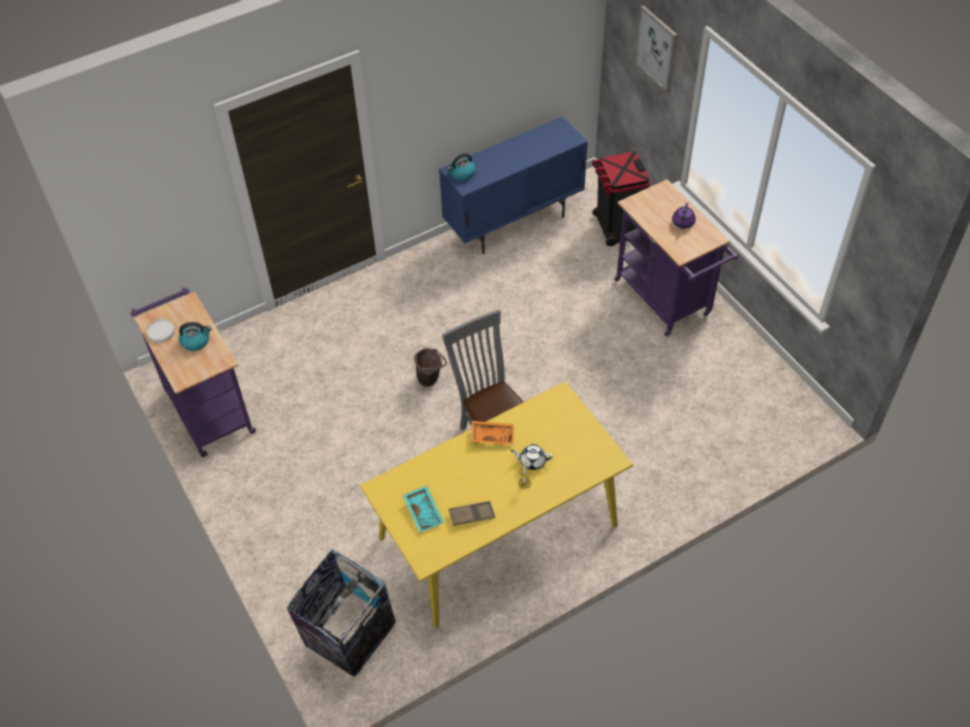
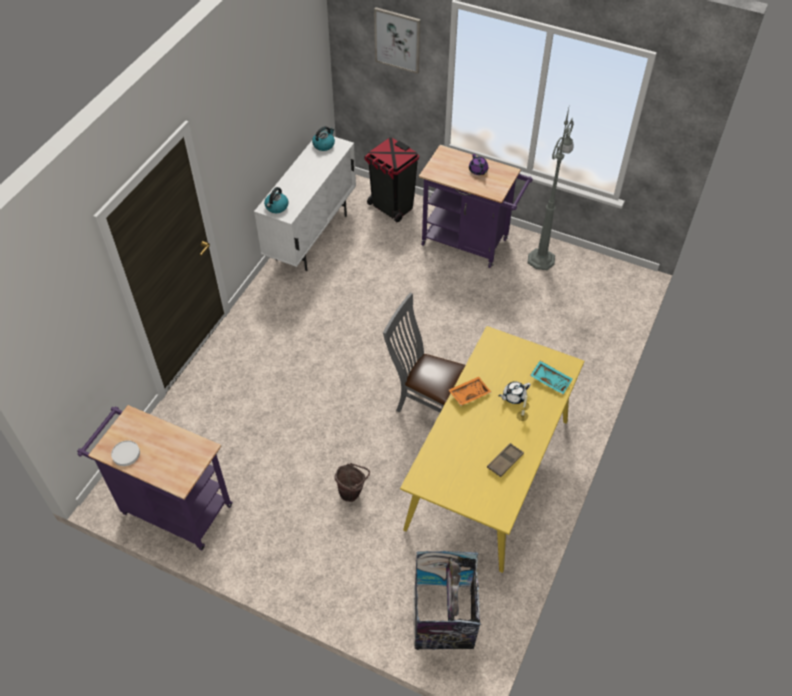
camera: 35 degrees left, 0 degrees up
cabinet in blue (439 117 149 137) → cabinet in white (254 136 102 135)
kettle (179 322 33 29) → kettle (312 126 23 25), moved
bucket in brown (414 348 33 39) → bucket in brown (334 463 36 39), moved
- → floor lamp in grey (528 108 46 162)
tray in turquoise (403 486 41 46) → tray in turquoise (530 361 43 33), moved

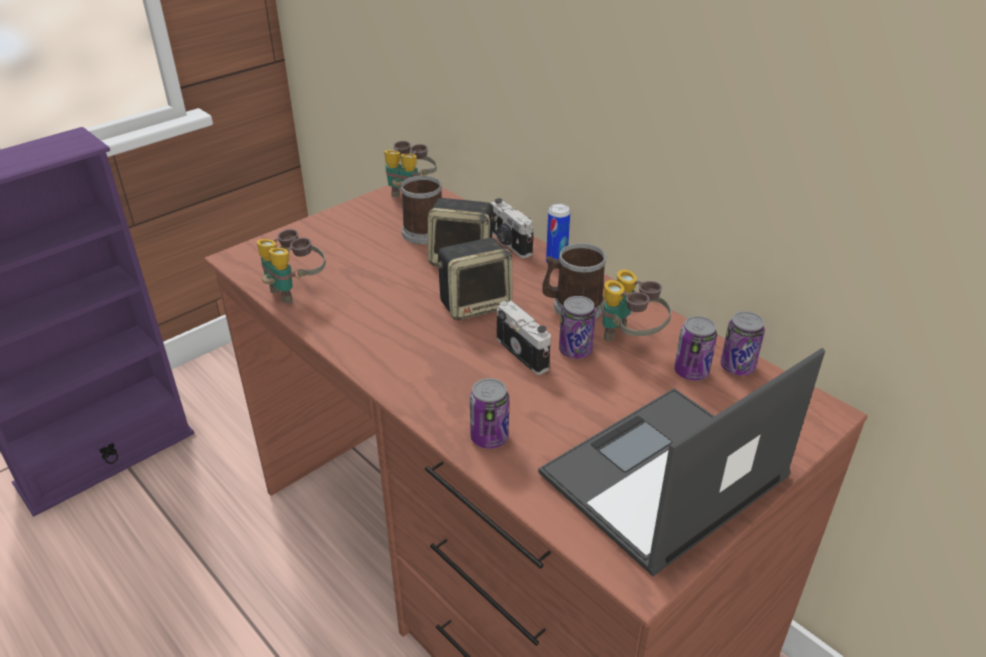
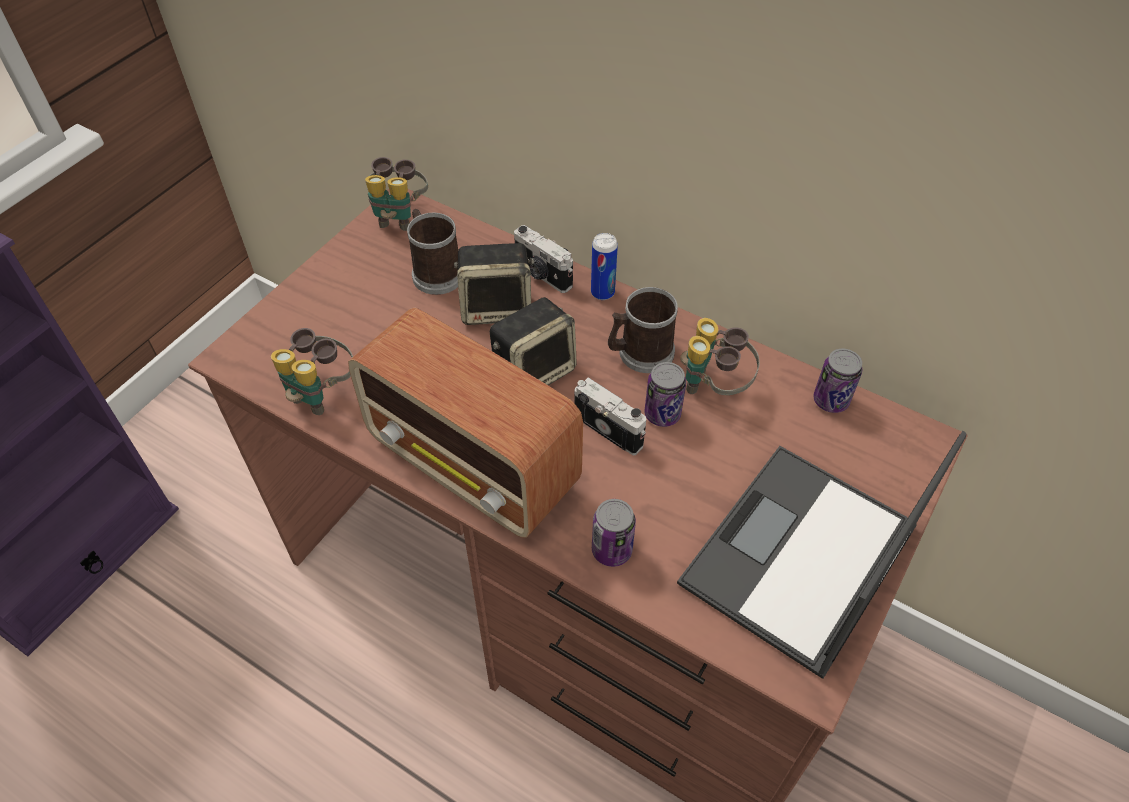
camera: 15 degrees left, 15 degrees up
- → radio (348 308 235 230)
can (674 316 43 65) → -

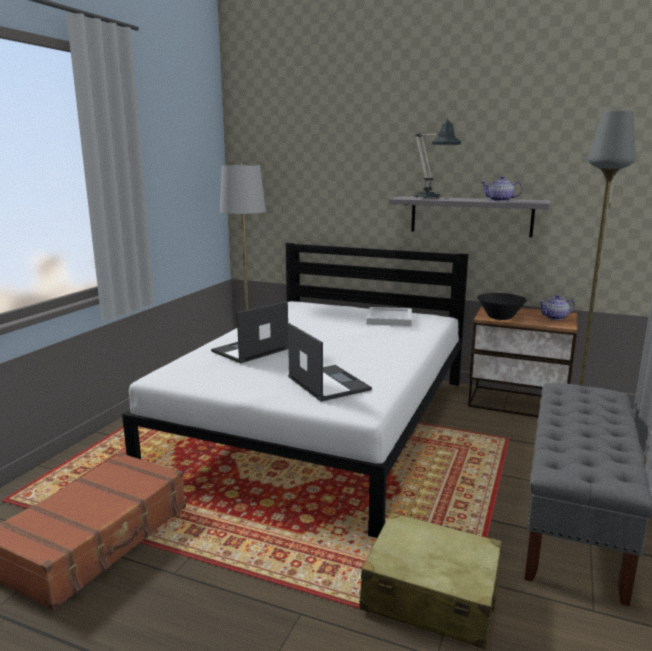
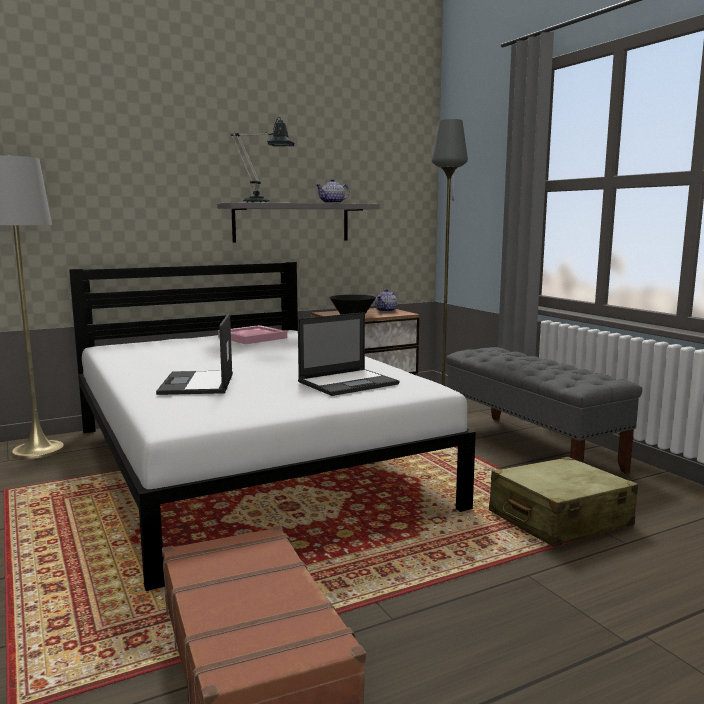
camera: 50 degrees left, 5 degrees down
tray in white (366 307 46 19) → tray in pink (218 325 69 19)
laptop (288 323 84 79) → laptop (298 312 102 84), 135 degrees clockwise

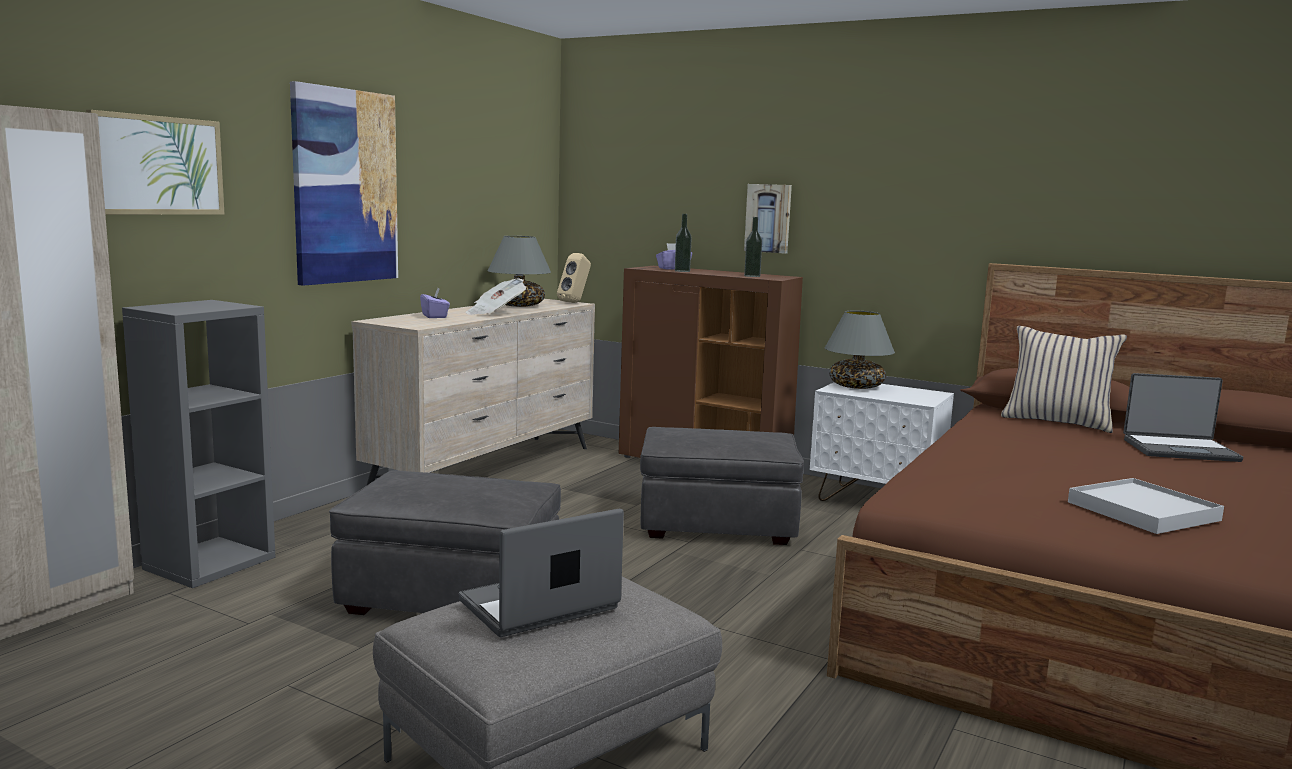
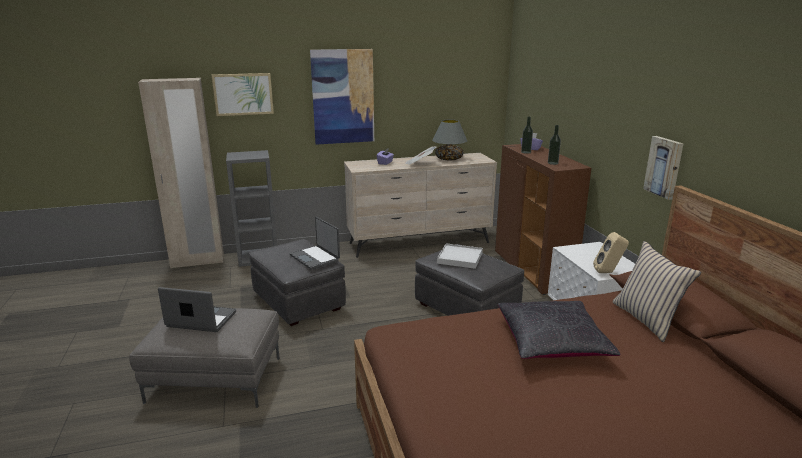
camera: 45 degrees right, 10 degrees up
laptop (1123 373 120 89) → laptop (290 217 50 53), moved
tray in white (1068 478 156 56) → tray in white (437 243 46 26), moved
- → pillow in black (498 301 122 58)
speaker in beige (557 253 34 50) → speaker in beige (593 232 36 41), moved
picture (744 184 48 70) → picture (643 136 40 64), moved
table lamp in grey (824 311 71 78) → -

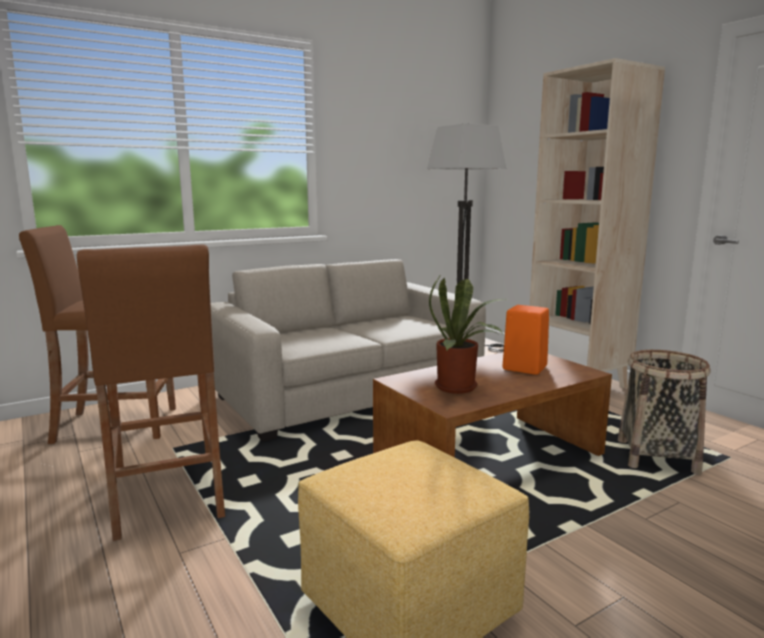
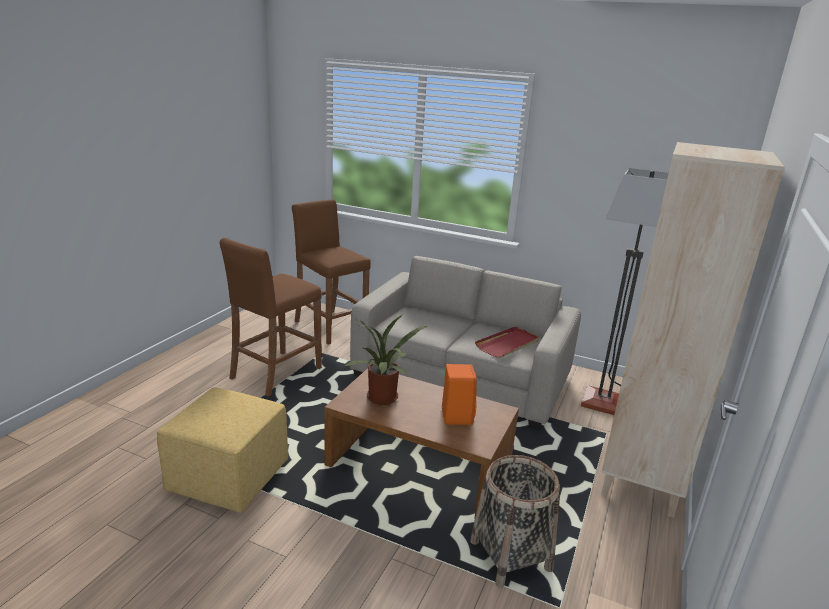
camera: 55 degrees right, 10 degrees up
- → tray in red (475 326 65 31)

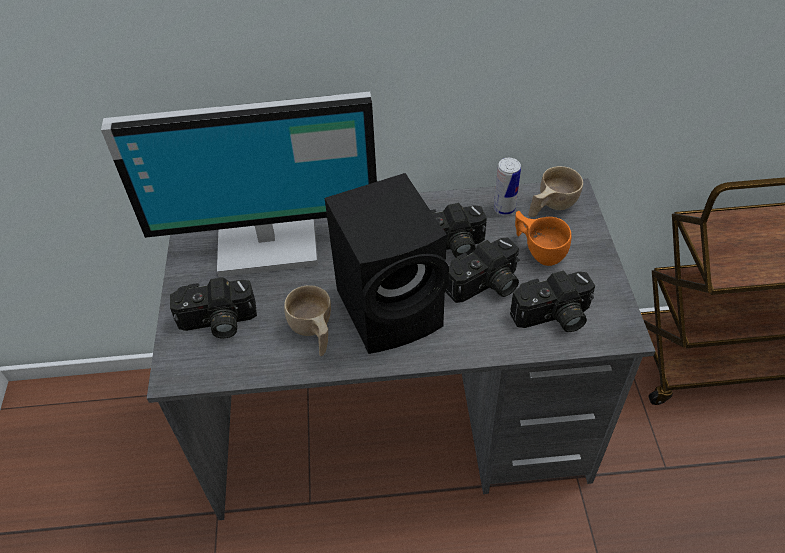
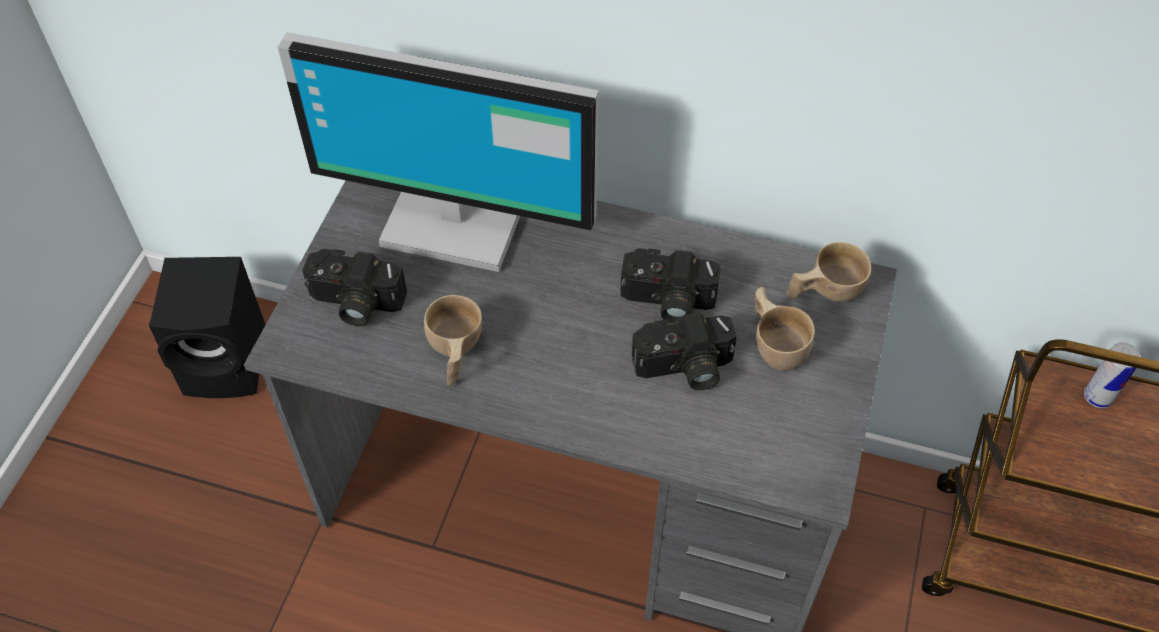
camera: 20 degrees right, 5 degrees up
speaker in black (325 173 124 181) → speaker in black (149 257 116 141), moved
cup in orange (515 211 56 55) → cup in beige (755 287 60 84)
can (494 158 27 58) → can (1084 342 57 66), moved
photo camera (510 271 85 61) → -

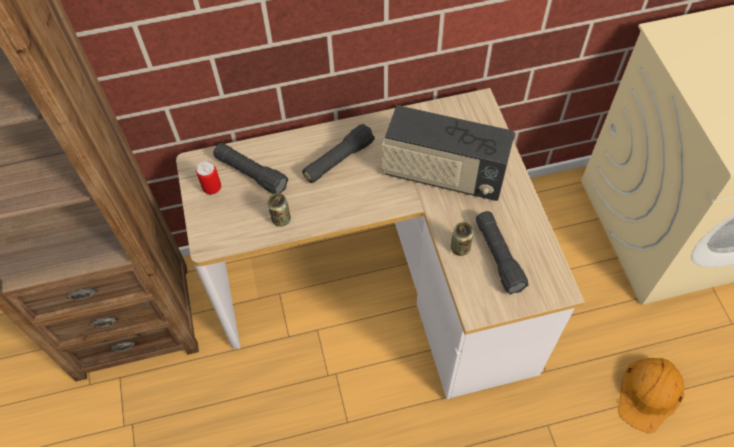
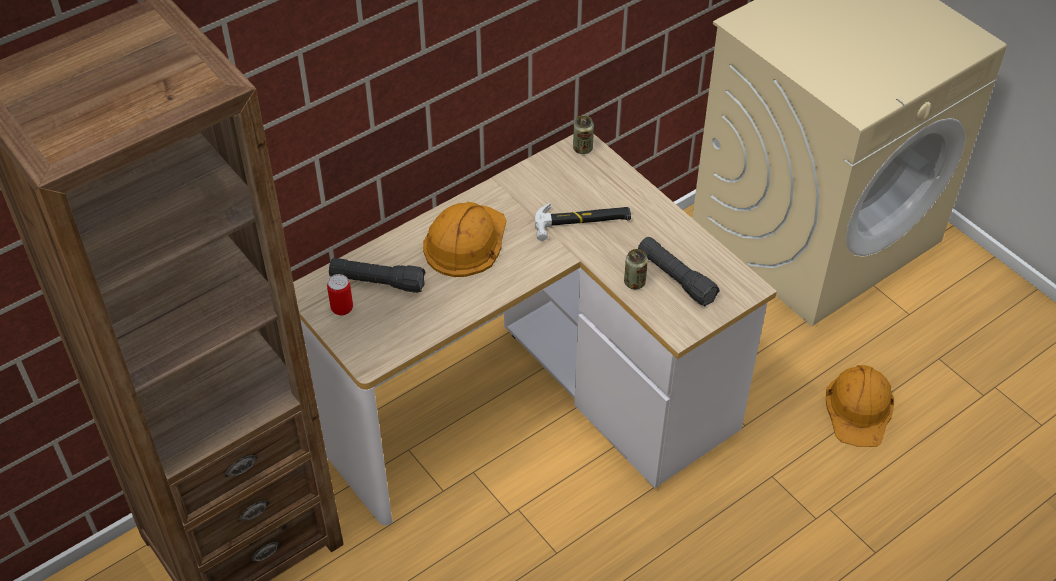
camera: 25 degrees left, 10 degrees down
flashlight in black (302 124 73 59) → hard hat in orange (423 202 84 75)
radio (382 105 133 96) → hammer (535 203 96 38)
can (268 193 23 34) → can (573 116 21 38), moved

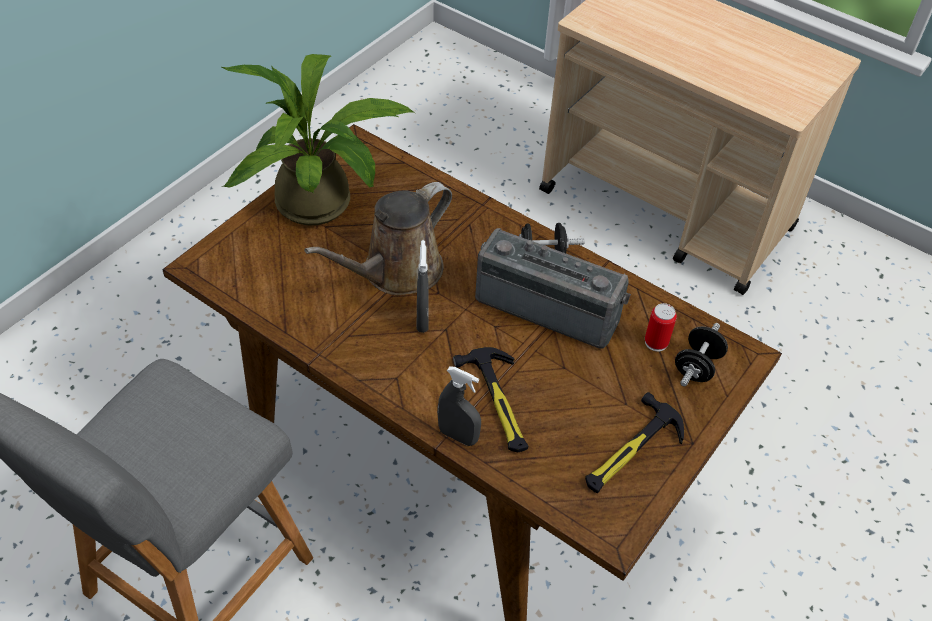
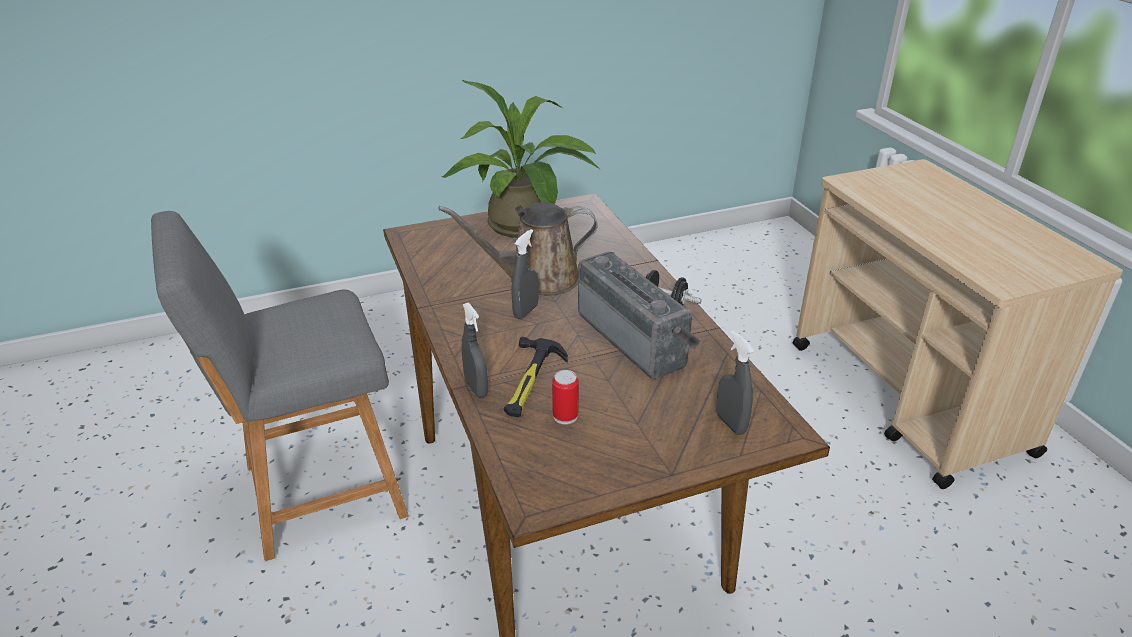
camera: 35 degrees right, 15 degrees down
can (645 303 32 49) → can (552 370 27 54), moved
dumbbell in black (675 323 53 64) → spray bottle in grey (716 330 38 105)
hammer (585 392 99 101) → -

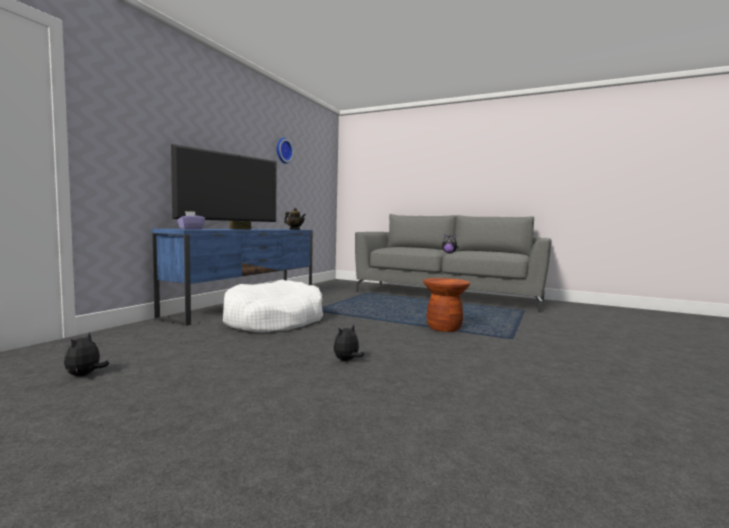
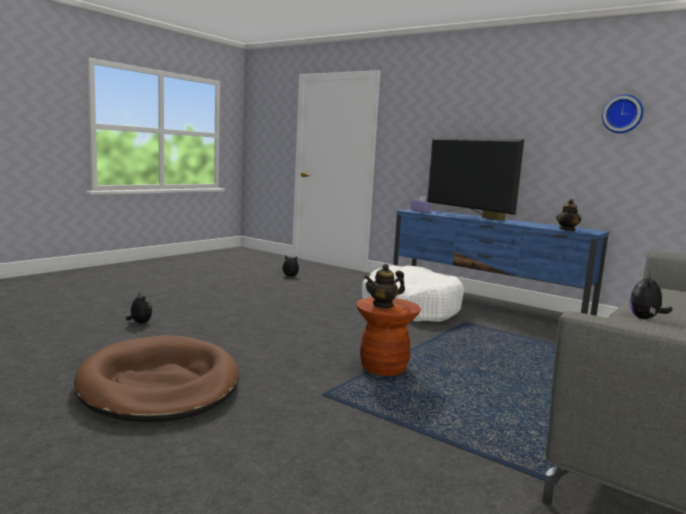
camera: 100 degrees right, 5 degrees up
- → dog bed in brown (74 335 165 87)
plush toy (334 324 30 37) → plush toy (126 292 26 32), moved
- → teapot (364 264 41 44)

